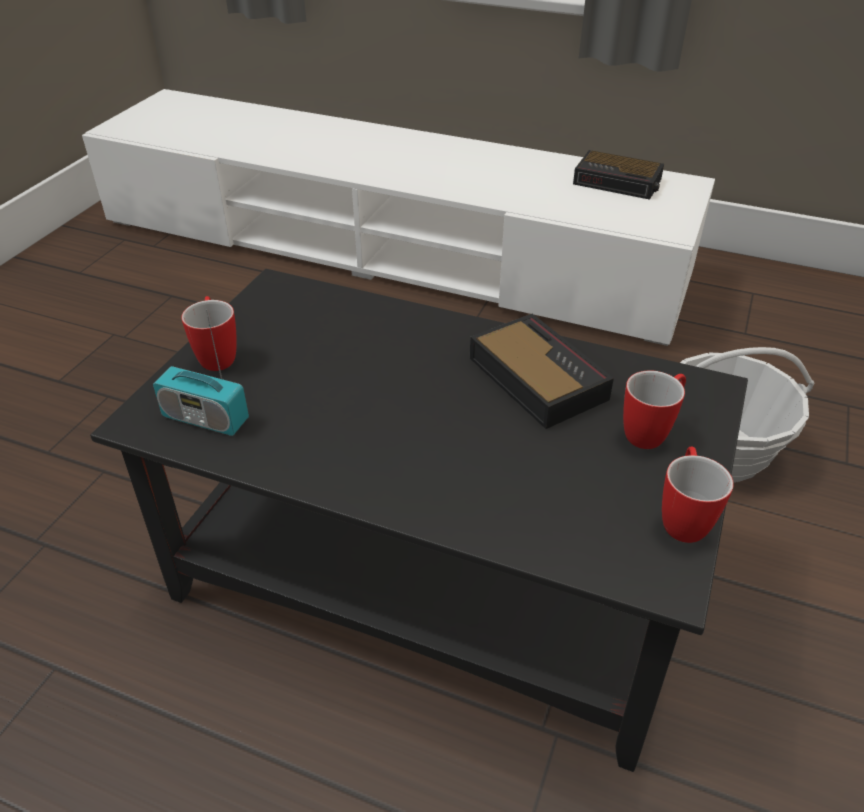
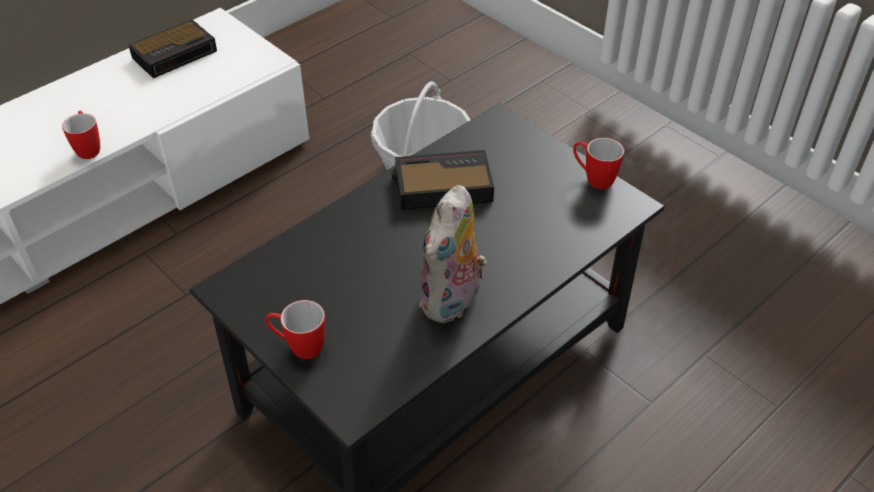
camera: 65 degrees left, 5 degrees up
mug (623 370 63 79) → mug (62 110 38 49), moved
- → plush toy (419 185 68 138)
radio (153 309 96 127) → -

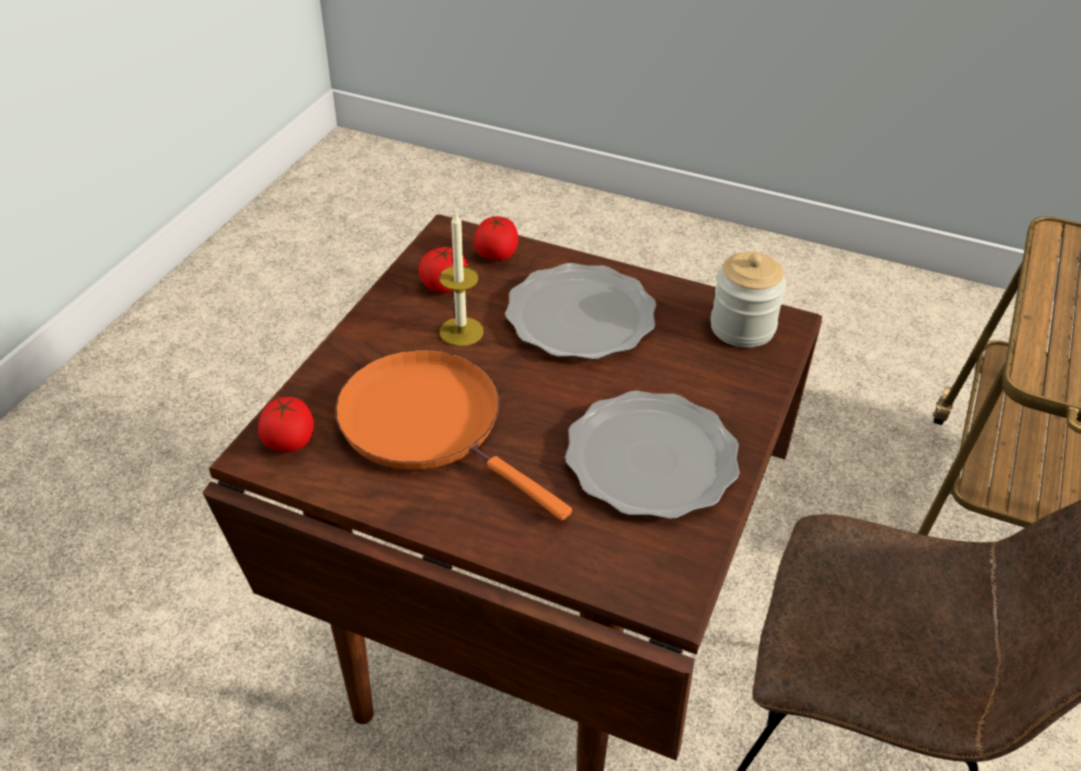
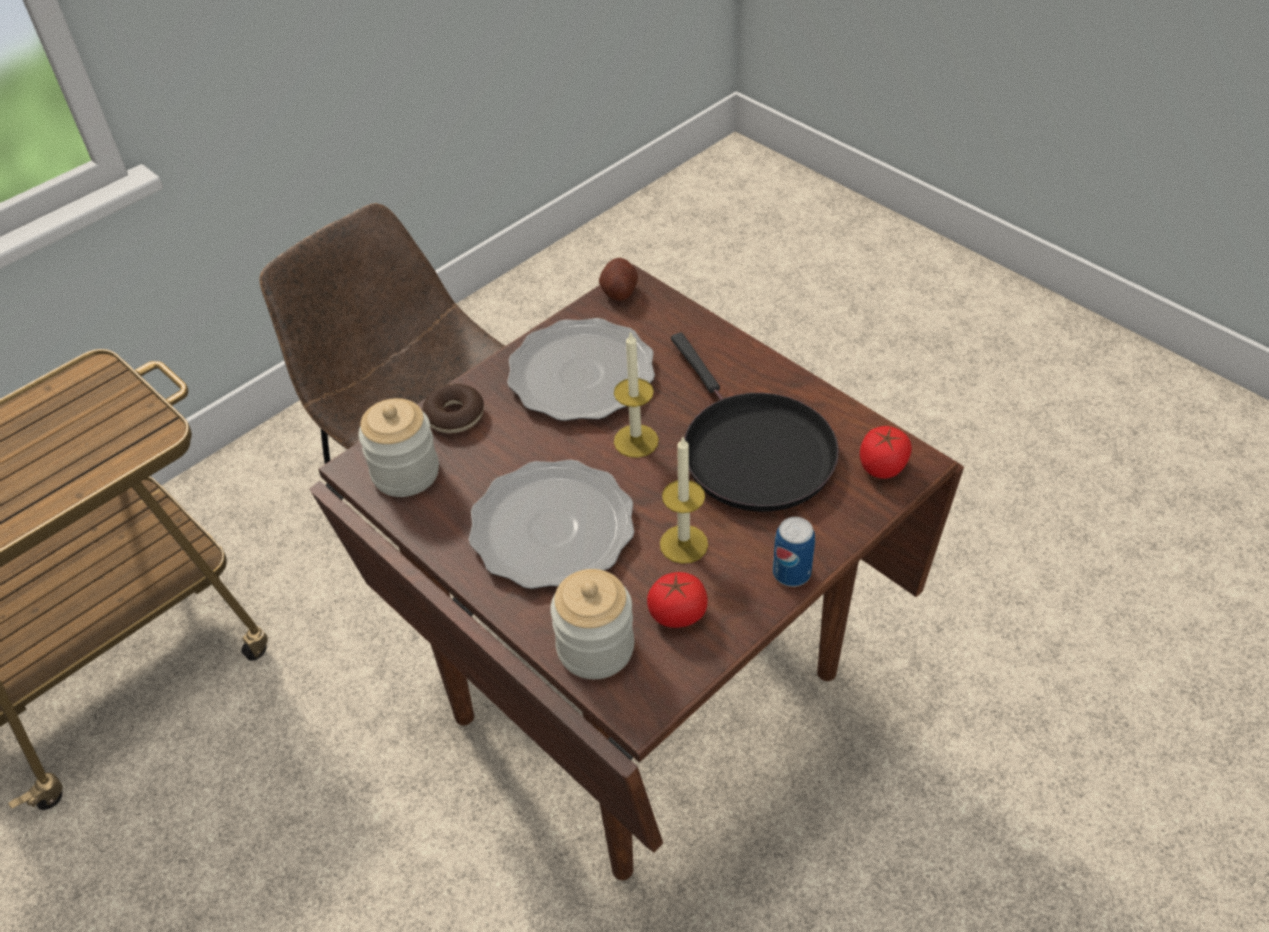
camera: 155 degrees left, 5 degrees up
- → donut (422 384 62 49)
tomato (473 216 45 45) → jar (550 569 84 110)
- → potato (599 258 39 43)
- → candle (614 331 45 127)
frying pan in orange (335 350 237 170) → frying pan in black (671 333 168 179)
- → can (773 517 42 70)

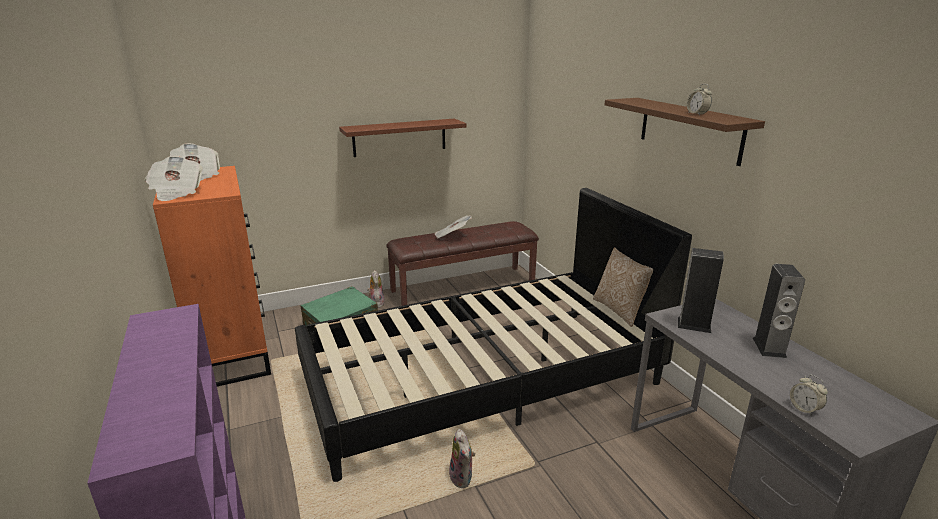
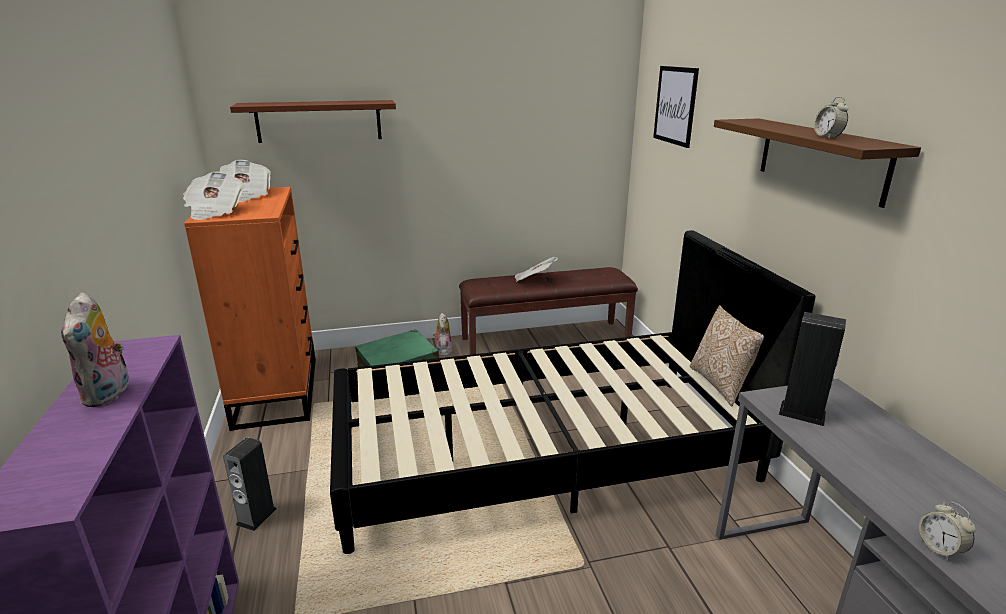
camera: 10 degrees right, 0 degrees up
plush toy (449 429 26 59) → plush toy (61 292 68 115), moved
speaker (753 264 52 94) → speaker (223 437 54 94), moved
shelf in brown (339 118 127 39) → shelf in brown (230 100 166 43), moved
- → picture (653 66 46 82)

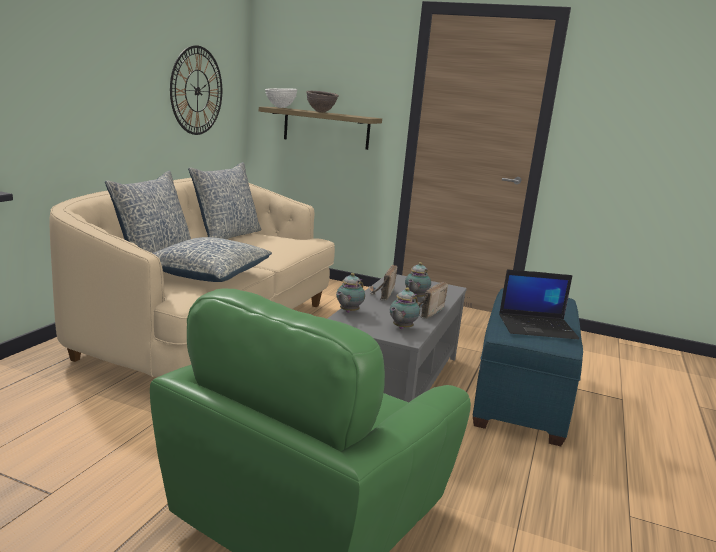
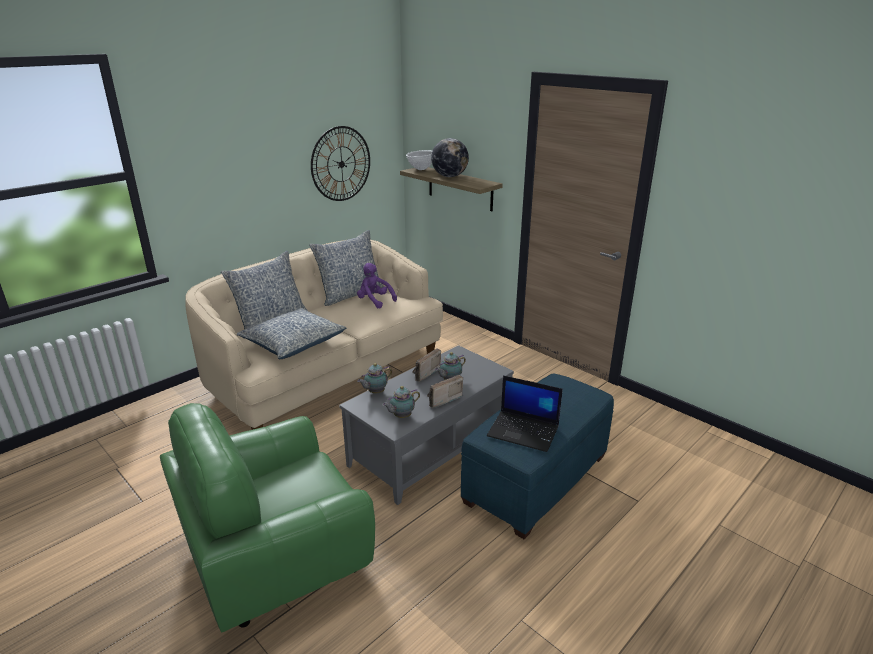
camera: 25 degrees right, 10 degrees up
- → plush toy in purple (357 263 40 45)
bowl in brown (306 91 33 21) → globe (431 138 38 39)

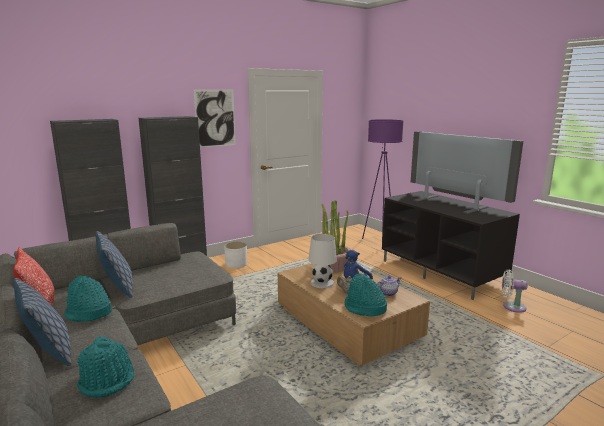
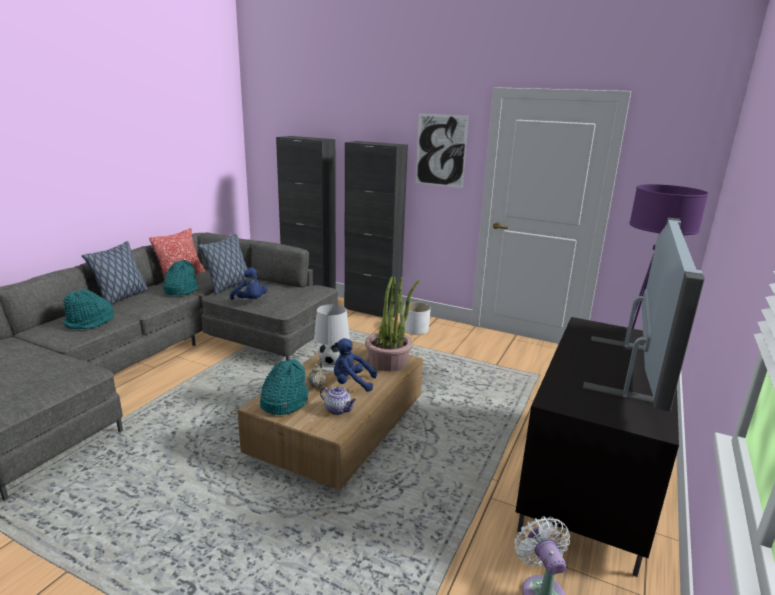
camera: 60 degrees right, 5 degrees up
- → plush toy in blue (230 267 38 33)

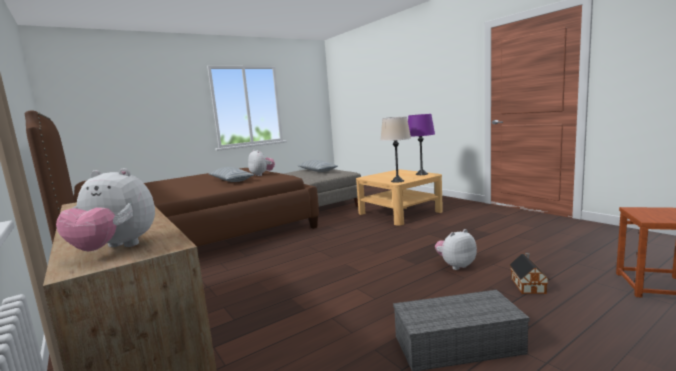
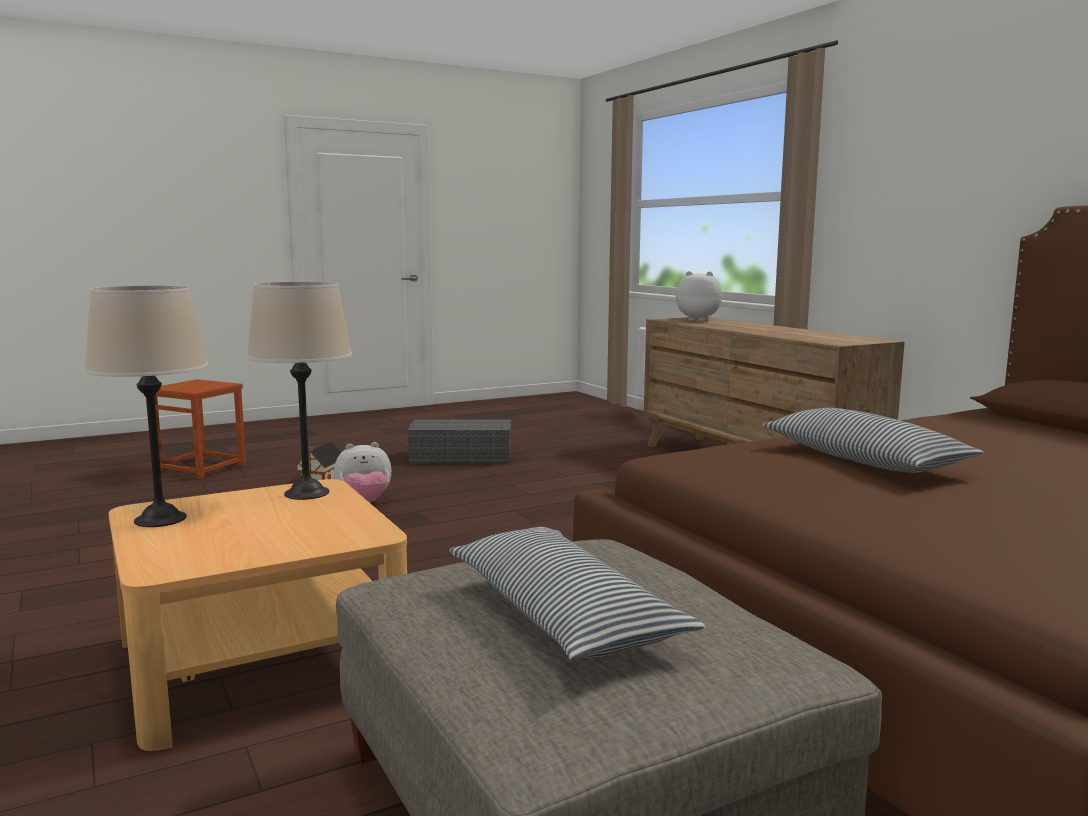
camera: 175 degrees left, 0 degrees up
table lamp in purple (408 114 27 61) → table lamp in beige (84 285 124 242)
plush toy (248 150 27 26) → -

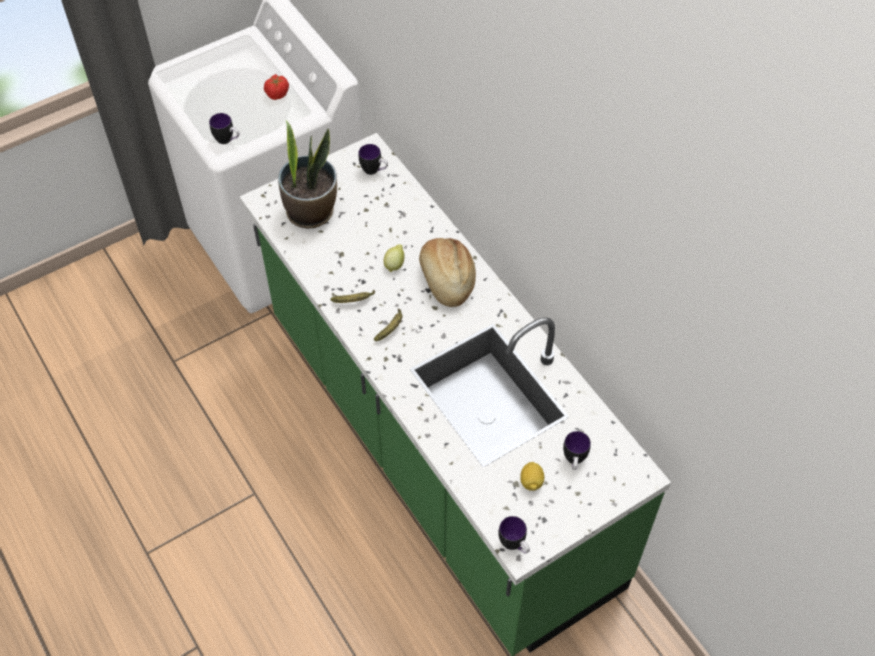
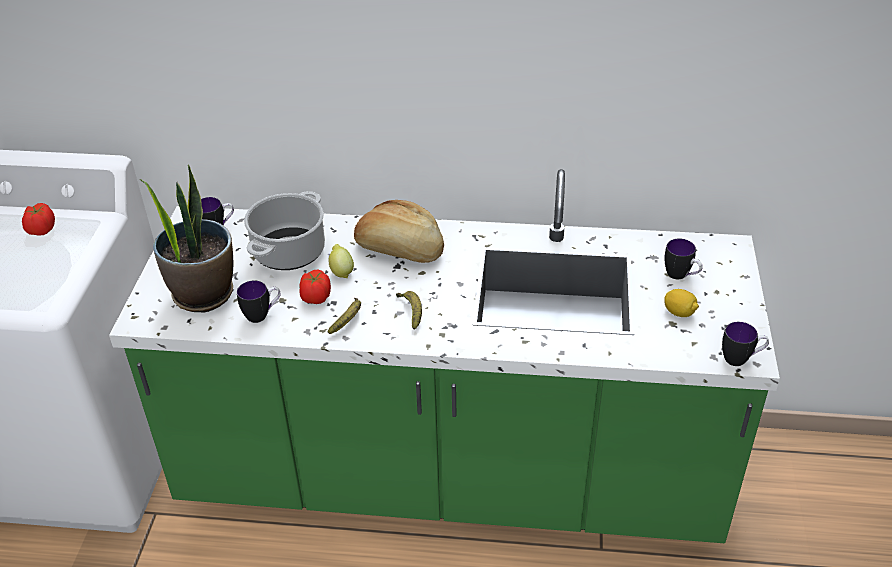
camera: 50 degrees left, 15 degrees down
mug (209 113 30 31) → mug (237 281 44 42), moved
- → cooking pot (244 191 81 79)
- → tomato (300 270 31 34)

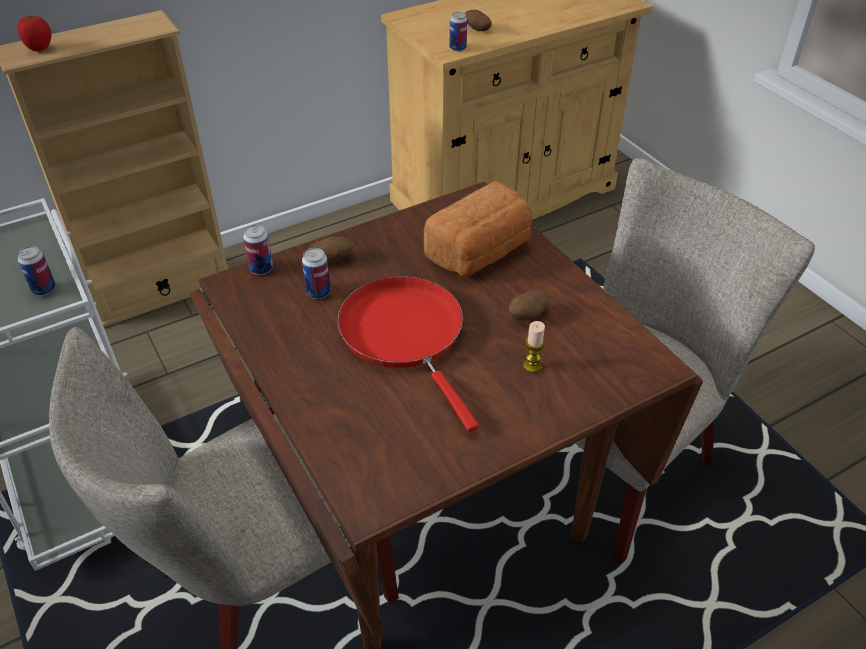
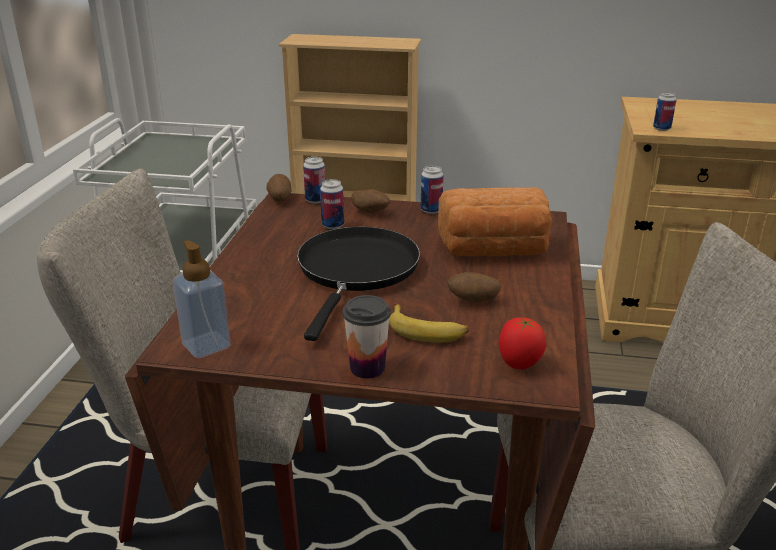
camera: 40 degrees right, 15 degrees down
- → soap dispenser (173 240 58 118)
potato (465 10 27 21) → potato (266 174 26 28), moved
frying pan in red (337 276 142 156) → frying pan in black (297 227 123 114)
- → cup (343 295 48 84)
candle (523 321 22 52) → banana (389 304 80 38)
can (18 246 38 50) → can (421 166 22 48), moved
tomato (18 15 33 37) → tomato (498 317 48 52), moved

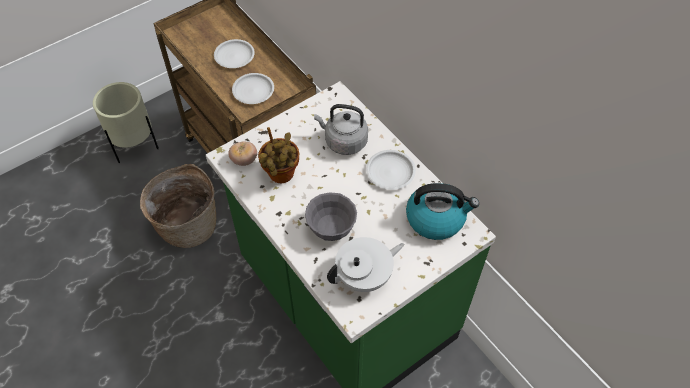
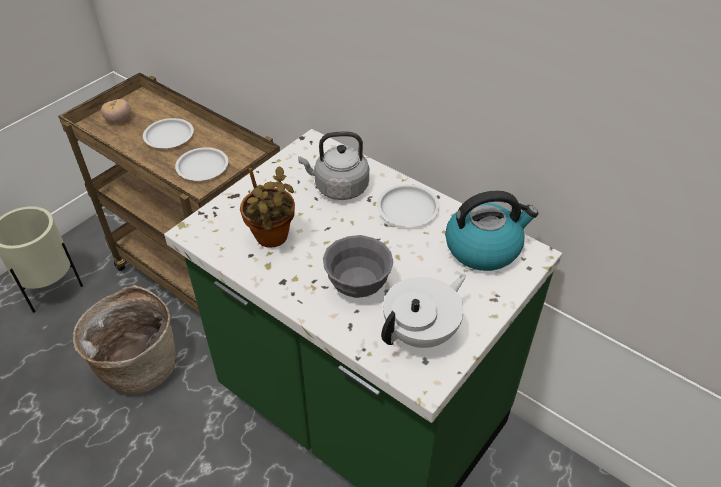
camera: 15 degrees left, 10 degrees down
tomato (228 141 29 25) → tomato (101 99 30 24), moved

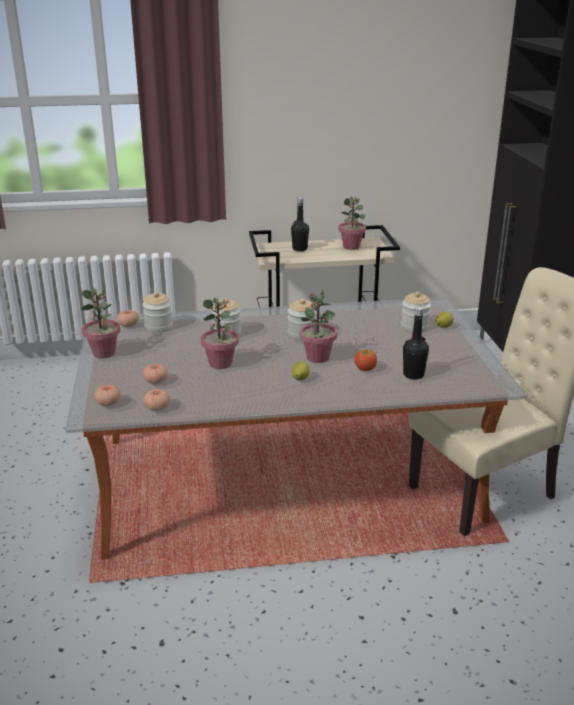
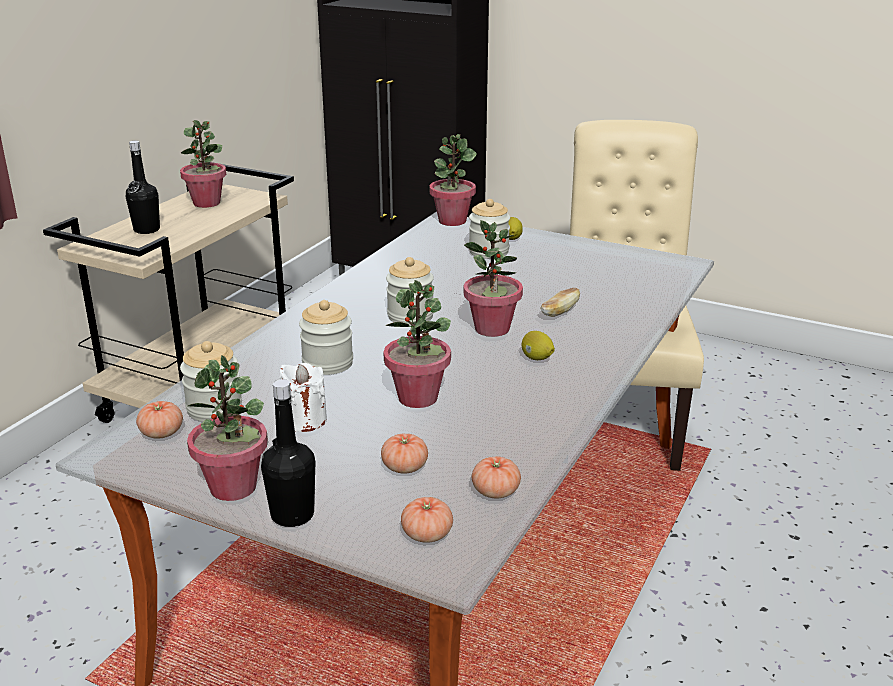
camera: 55 degrees left, 0 degrees up
bottle in black (403 307 26 73) → bottle in black (261 379 54 148), moved
- → candle in white (279 363 48 69)
- → potted plant (430 134 47 92)
tomato (354 349 25 22) → bread (540 288 40 29)

